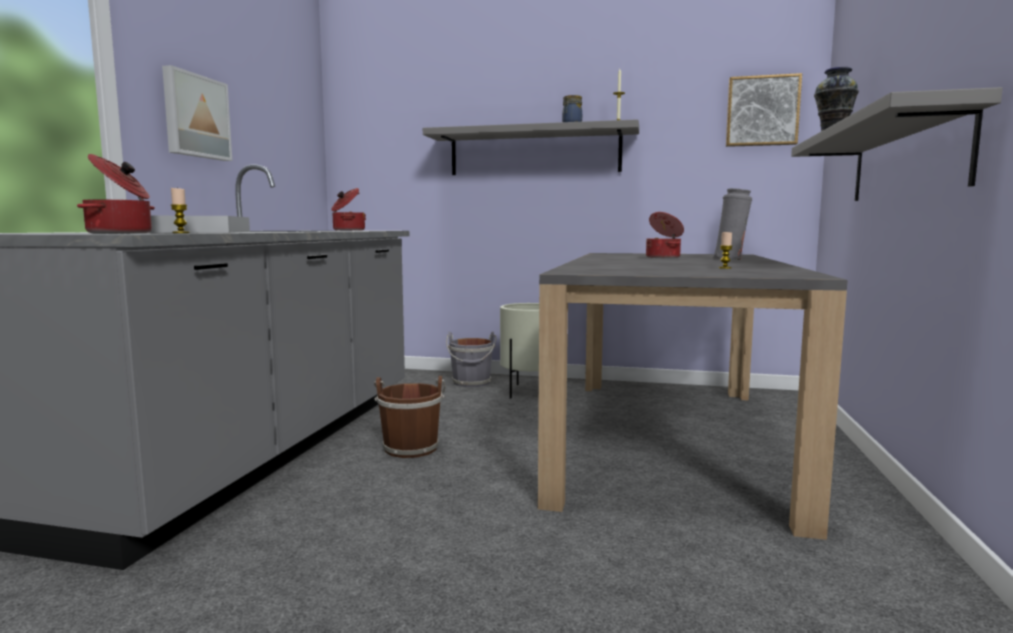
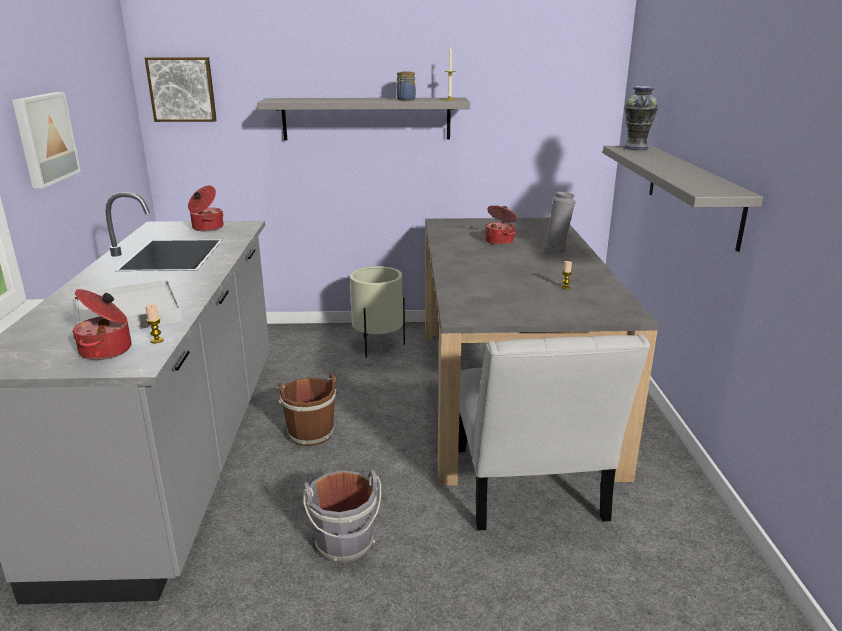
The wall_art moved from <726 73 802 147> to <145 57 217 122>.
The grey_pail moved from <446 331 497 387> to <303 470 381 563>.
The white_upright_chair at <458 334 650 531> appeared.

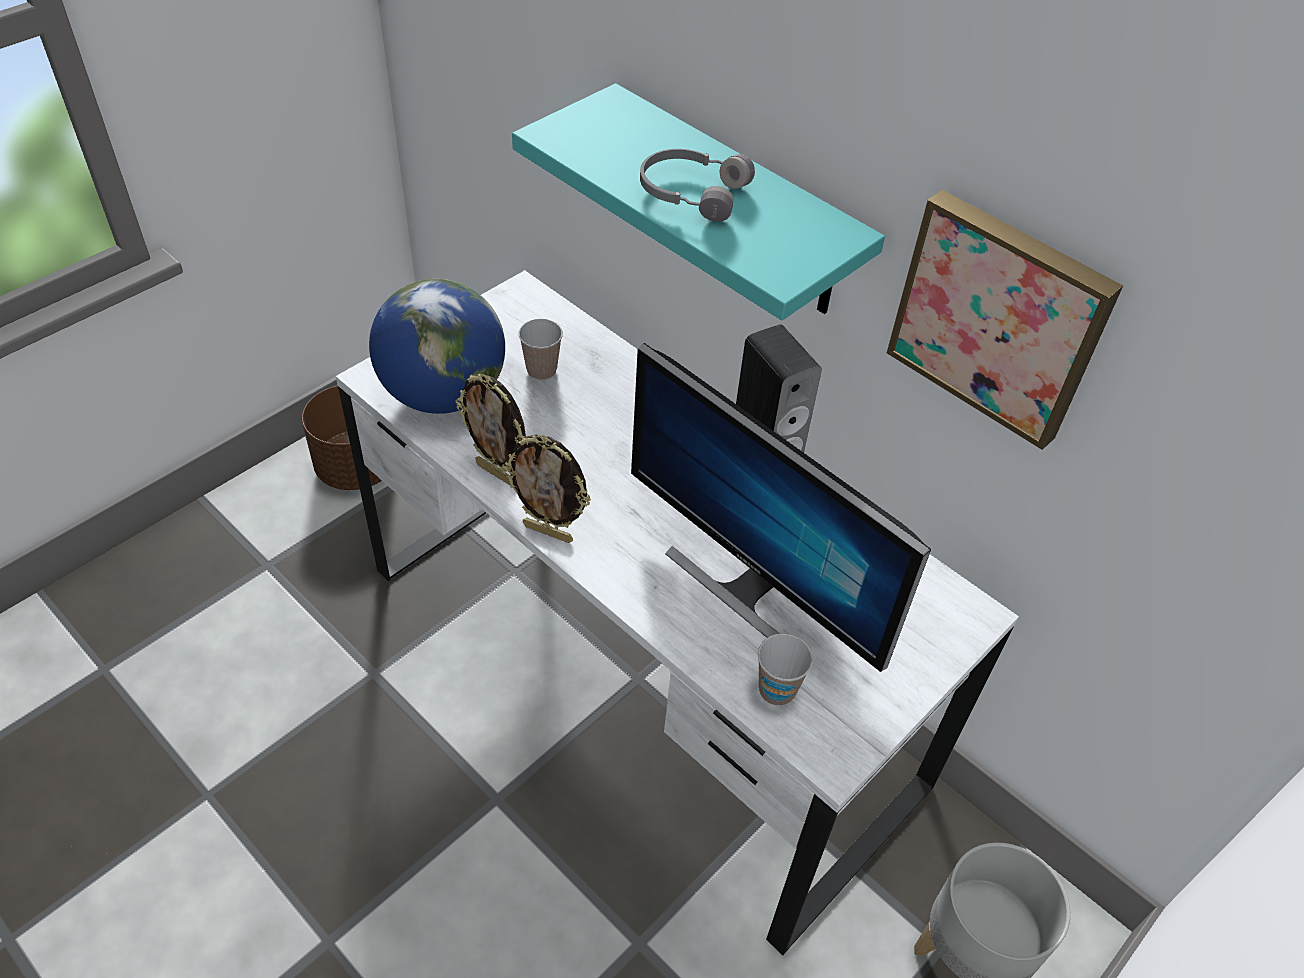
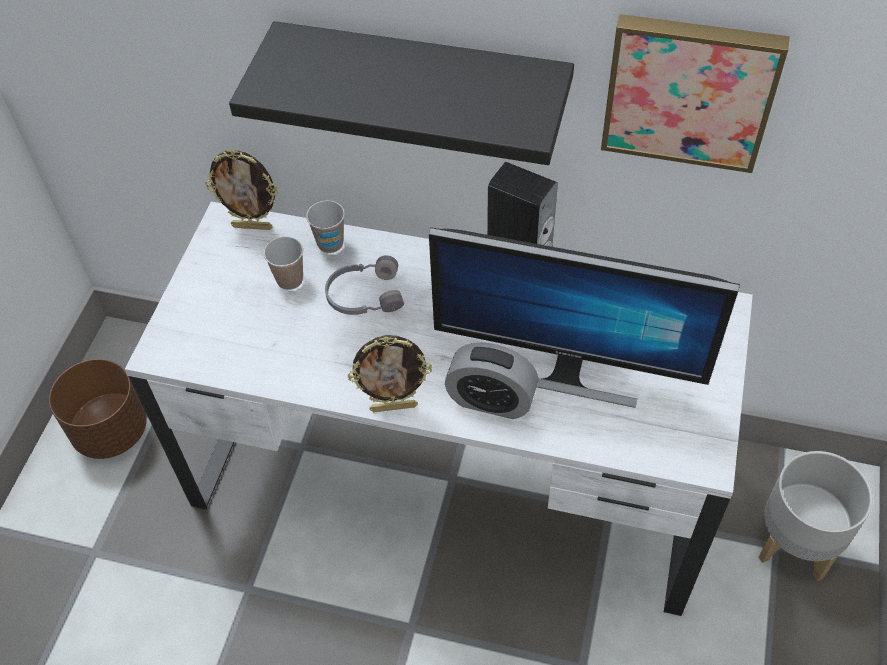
The picture_frame moved from <456 374 526 486> to <205 149 278 230>.
The blue-green_bracket_shelf at <512 83 885 320> became the black-coloured_bracket_shelf at <229 21 574 165>.
The cup moved from <758 633 813 706> to <306 200 345 253>.
The grey_headphones moved from <640 149 755 222> to <325 255 404 315>.
The table_clock at <445 343 539 419> appeared.
The globe at <369 279 505 414> disappeared.

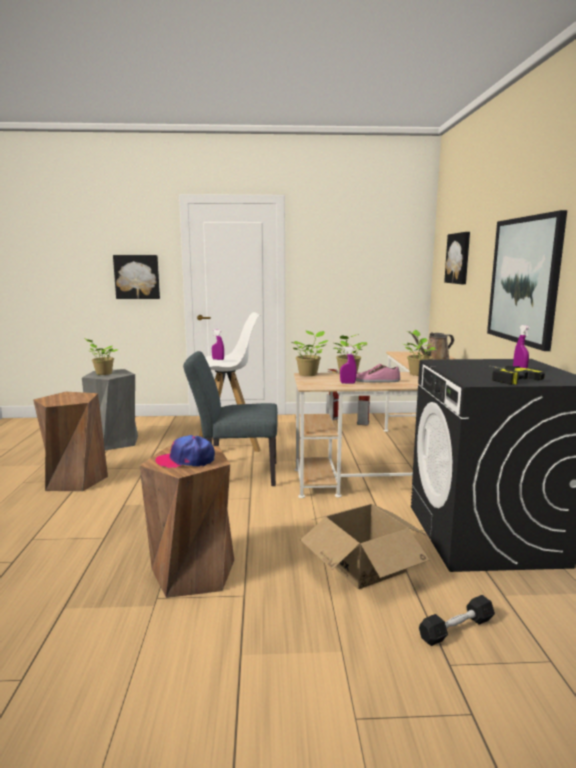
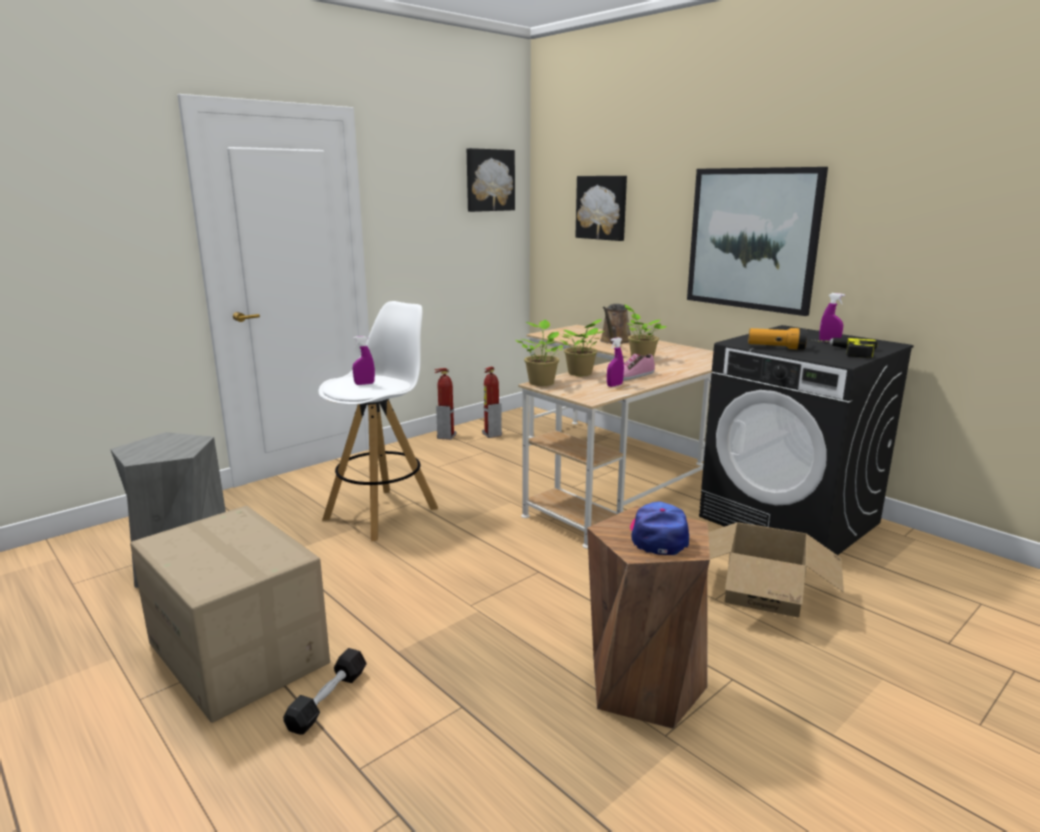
The brown-coloured_stool at <33 392 108 492> was replaced by the cardboard_box at <130 506 330 723>.
The black-coloured_dumbbell moved from <419 595 495 646> to <283 648 367 735>.
The wall_art moved from <113 255 160 299> to <467 148 515 212>.
The cap at <155 435 215 468> turned 135 degrees clockwise.
The hand_torch at <748 328 807 350> appeared.
The houseplant at <84 338 119 375> disappeared.
The grey_upright_chair at <183 351 278 486> disappeared.

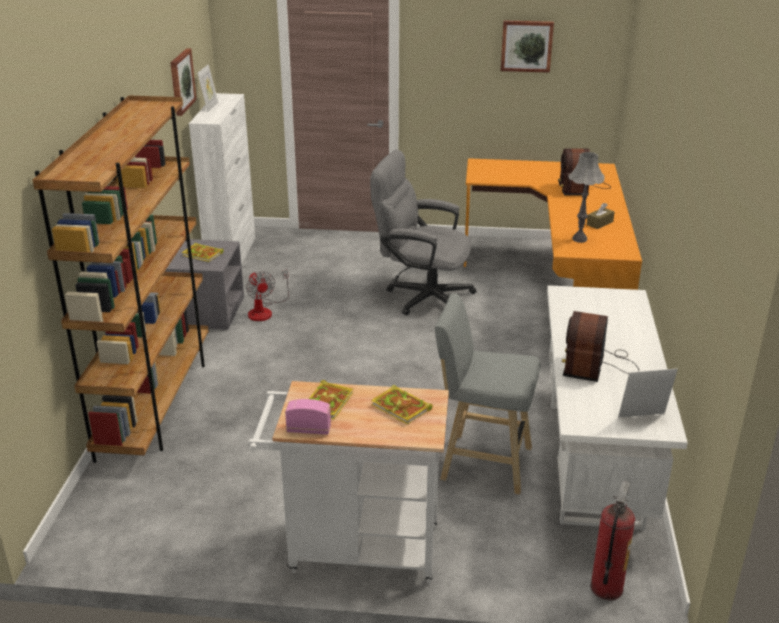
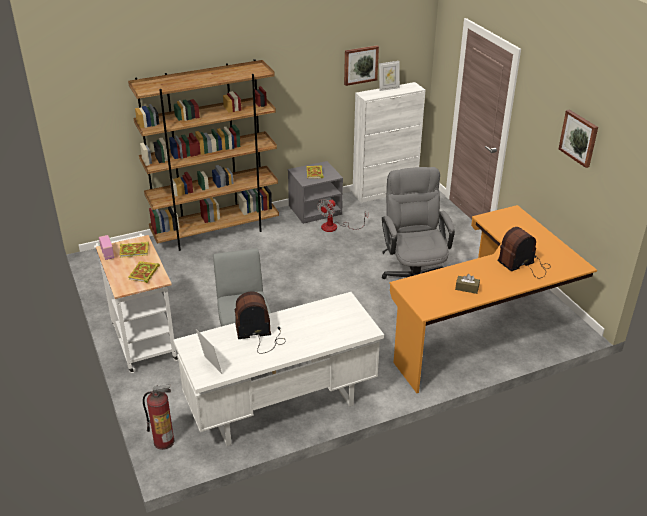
The grey_lamp_for_a_table at <568 152 604 243> disappeared.

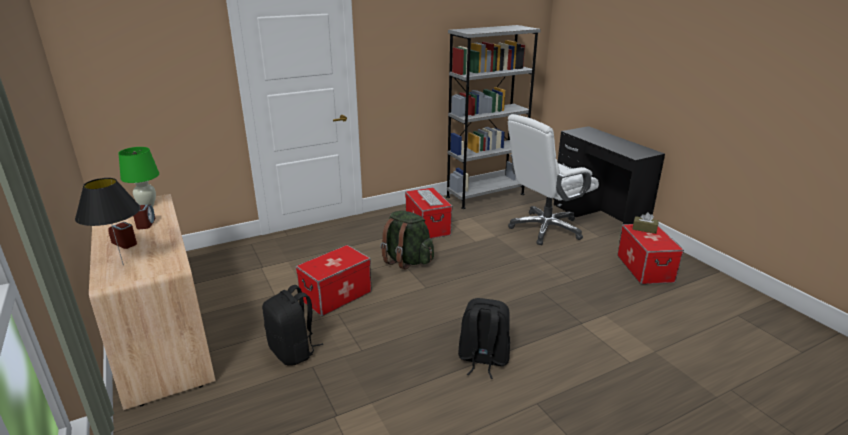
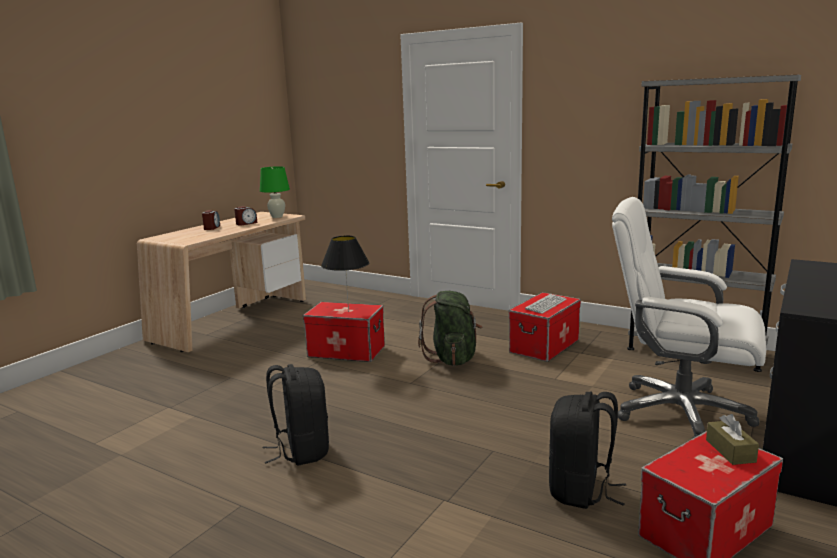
The black-coloured_lamp_for_a_table moved from <75 178 140 265> to <321 236 369 312>.
The black-coloured_rucksack moved from <262 285 323 366> to <549 392 627 509>.

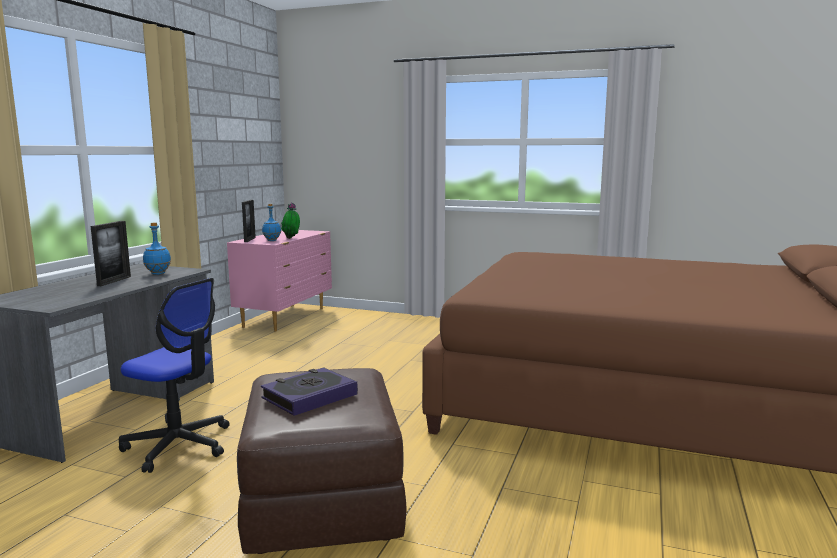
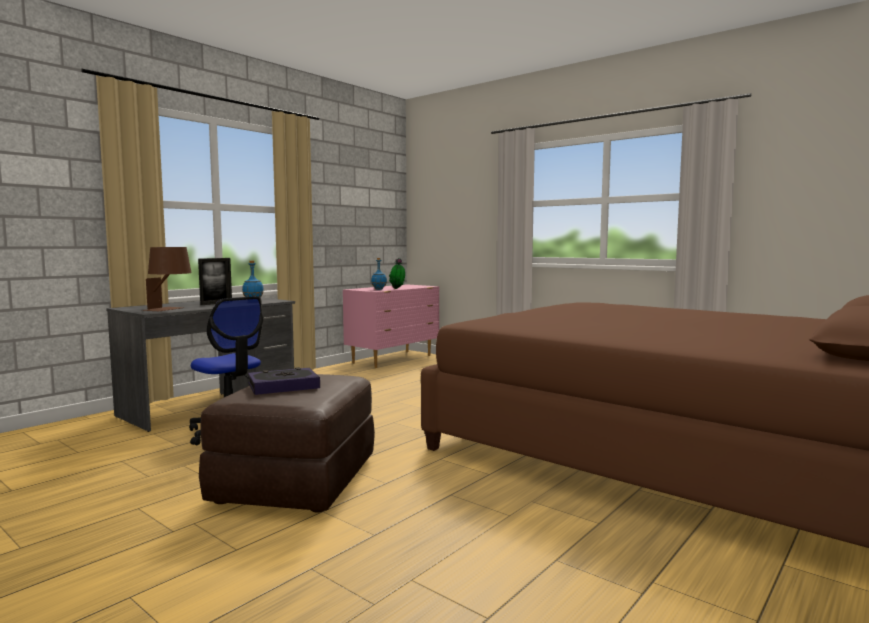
The brown-coloured_lamp_for_a_table at <142 247 192 311> appeared.
The picture_frame at <242 200 256 242> disappeared.

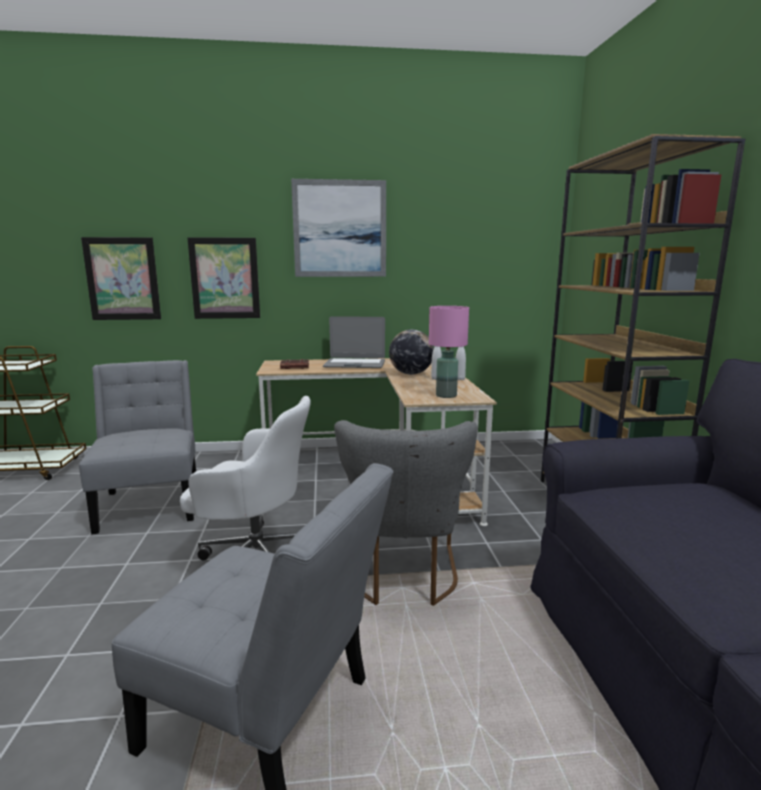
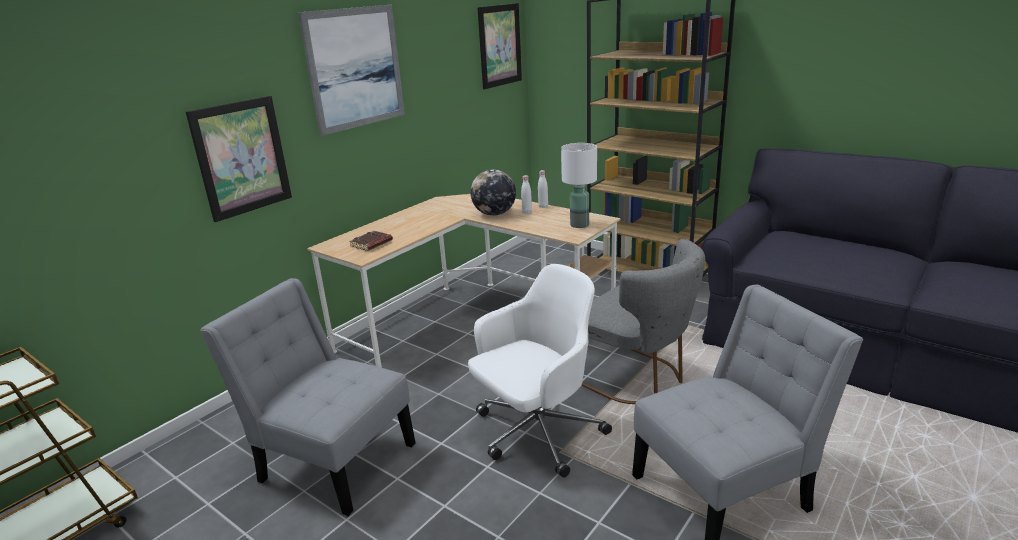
The wall_art moved from <81 237 161 320> to <478 3 522 89>.
The pink-coloured_lamp_for_a_table at <429 306 469 398> became the white_lamp_for_a_table at <561 143 597 228>.
The laptop at <323 316 385 368> disappeared.

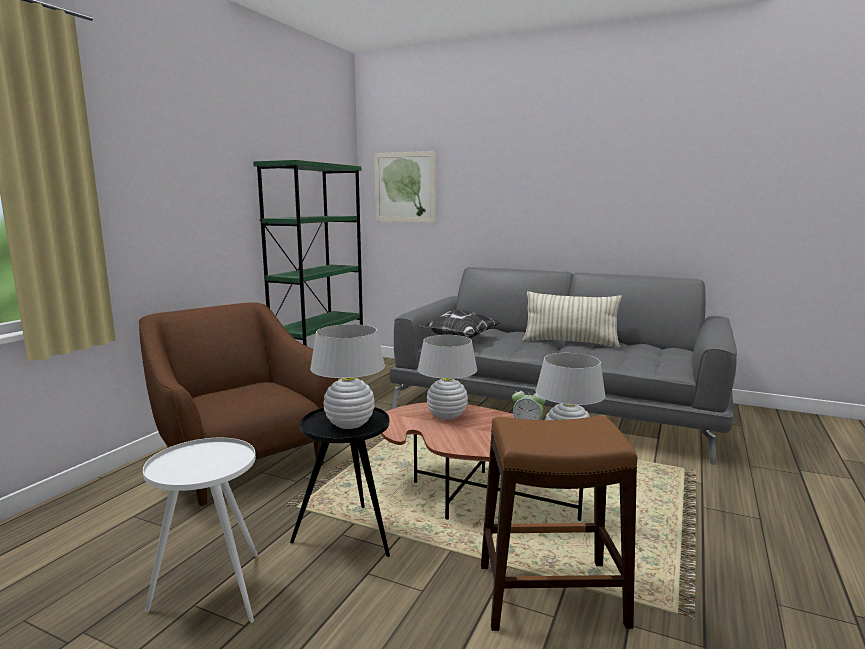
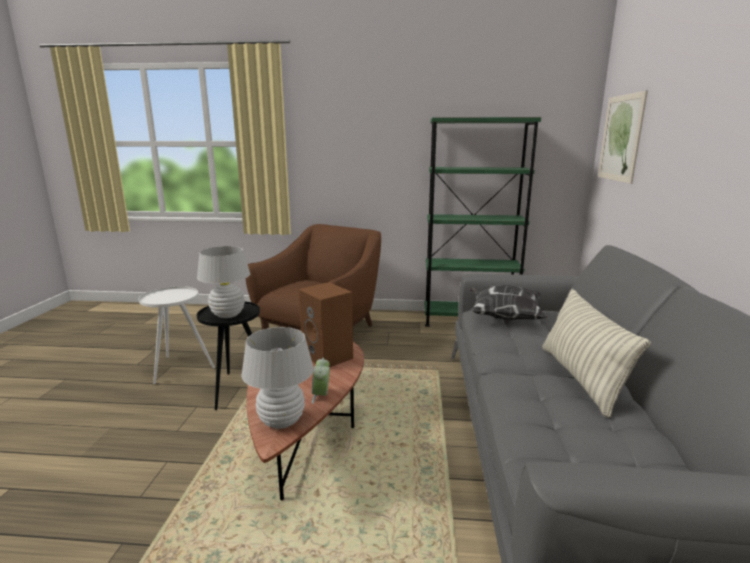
The white_lamp_for_a_table at <418 335 477 420> was replaced by the brown-coloured_audio_speaker at <299 282 353 367>.
The brown-coloured_stool at <481 416 638 631> disappeared.

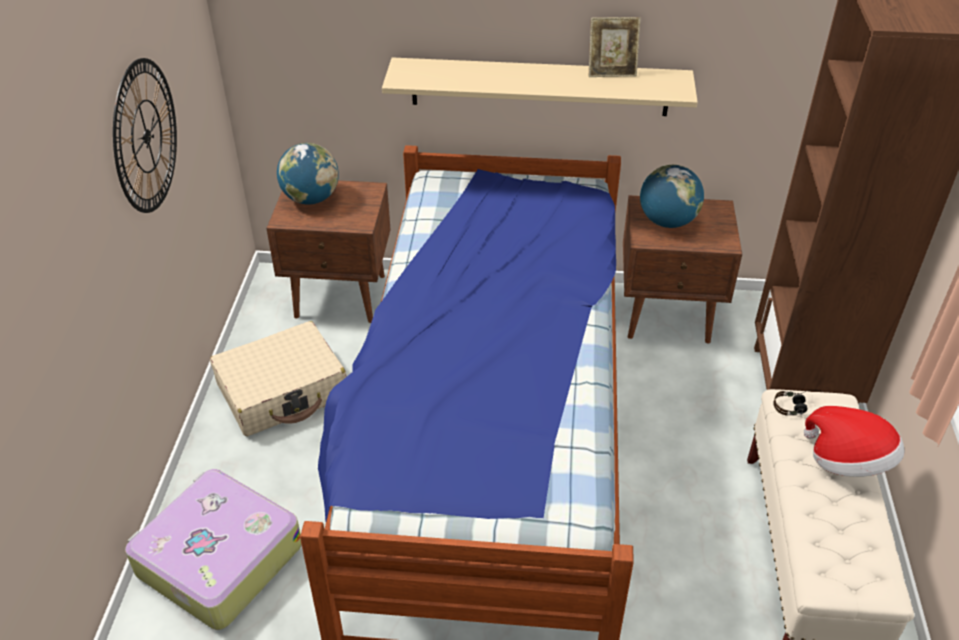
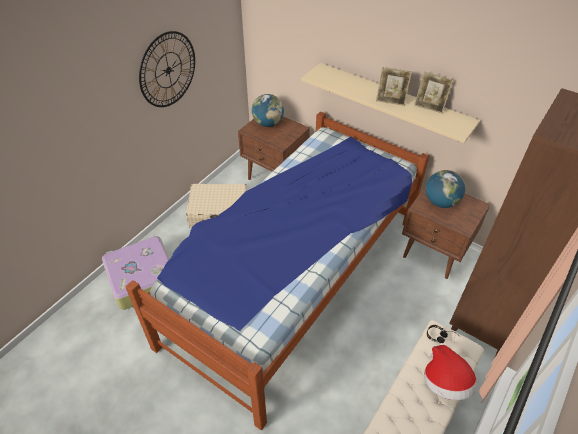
The picture_frame at <376 67 412 106> appeared.

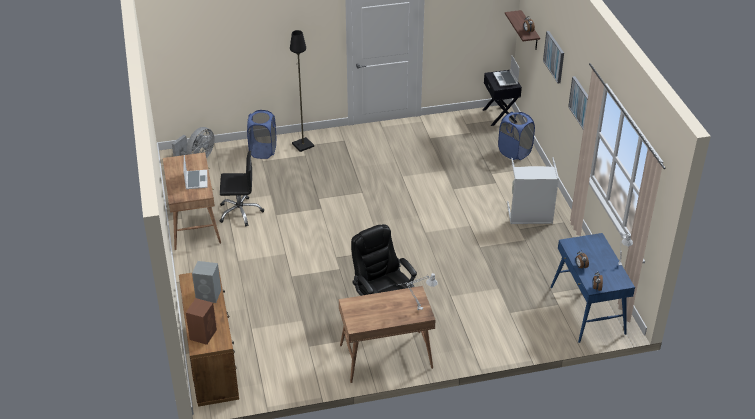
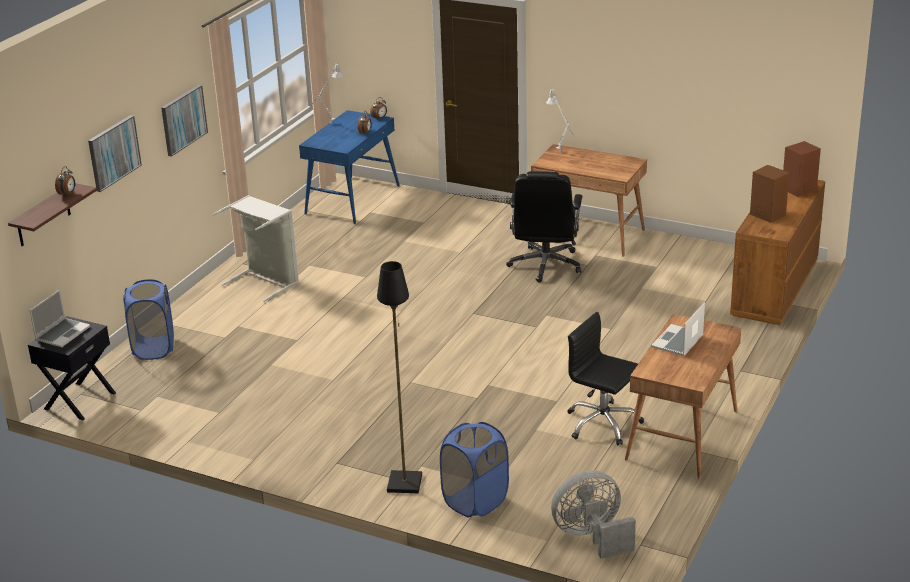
The grey_audio_speaker at <192 261 221 303> became the brown-coloured_audio_speaker at <750 165 789 223>.

